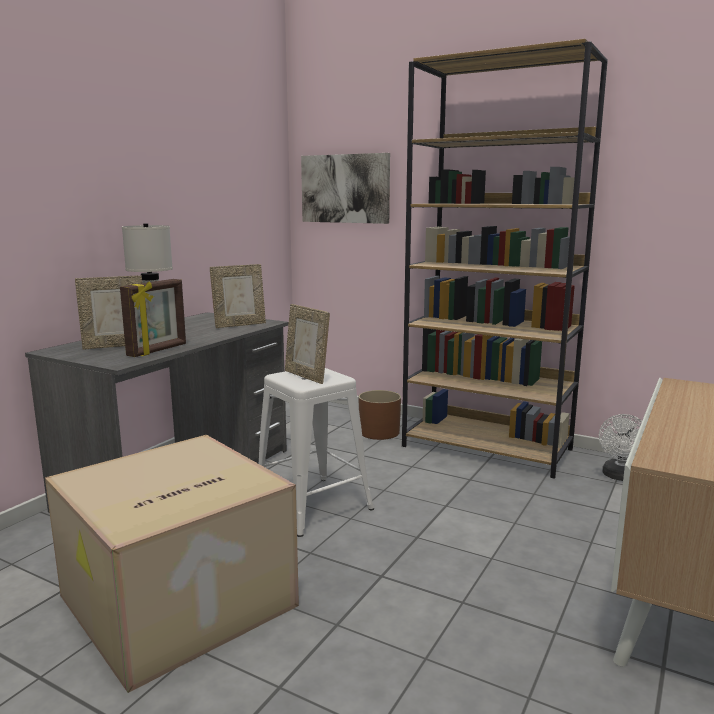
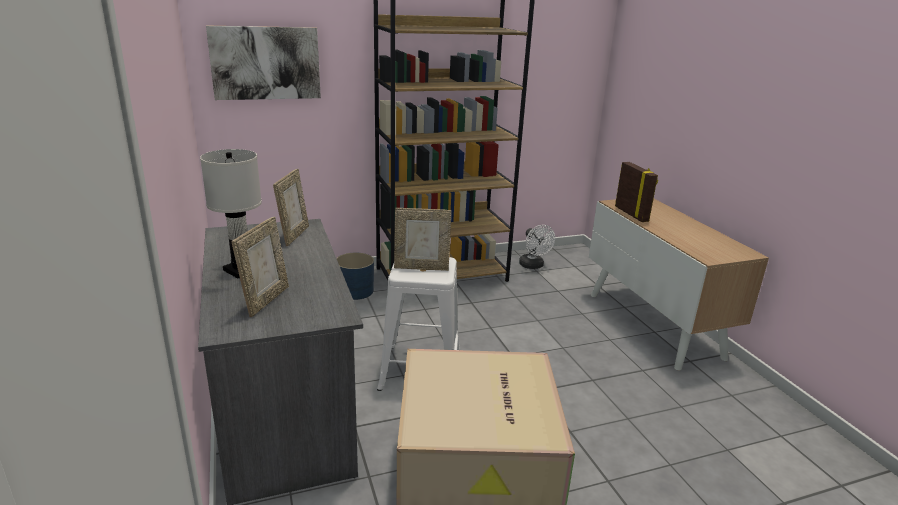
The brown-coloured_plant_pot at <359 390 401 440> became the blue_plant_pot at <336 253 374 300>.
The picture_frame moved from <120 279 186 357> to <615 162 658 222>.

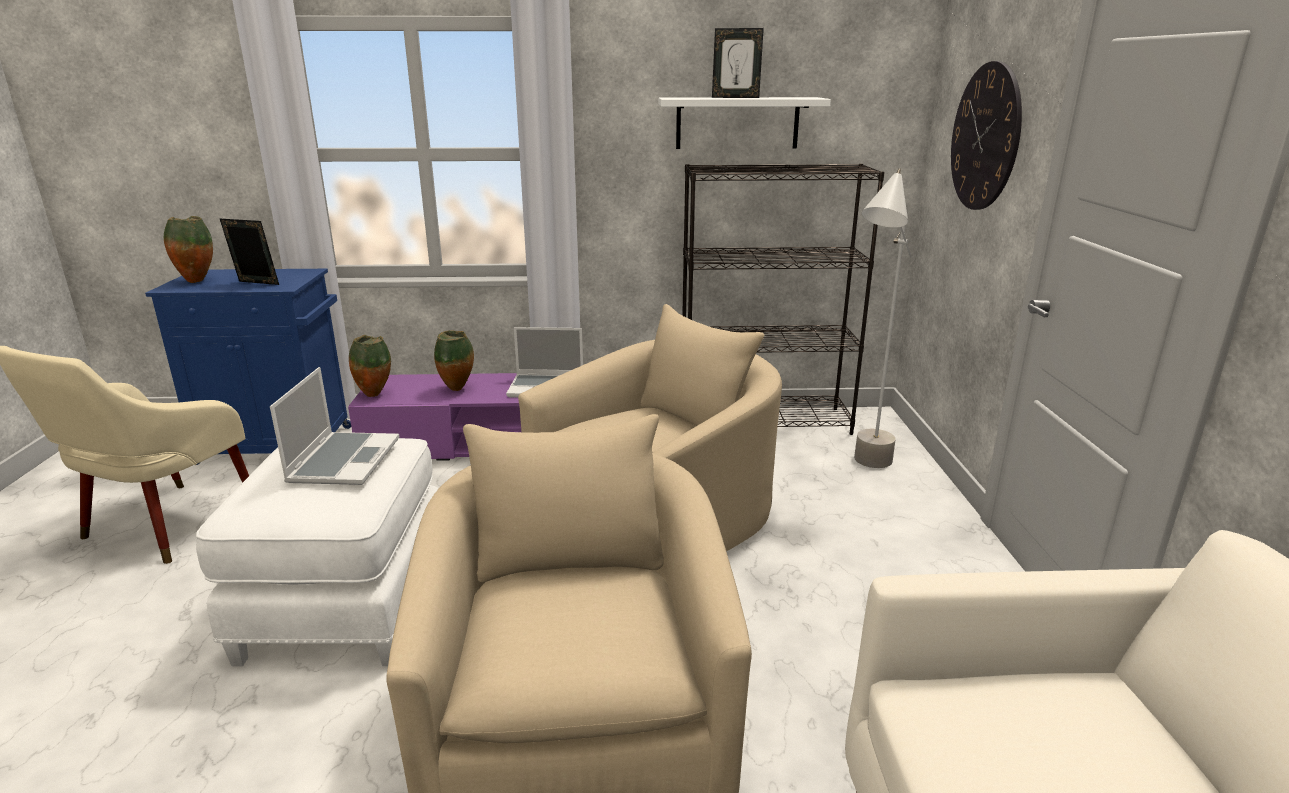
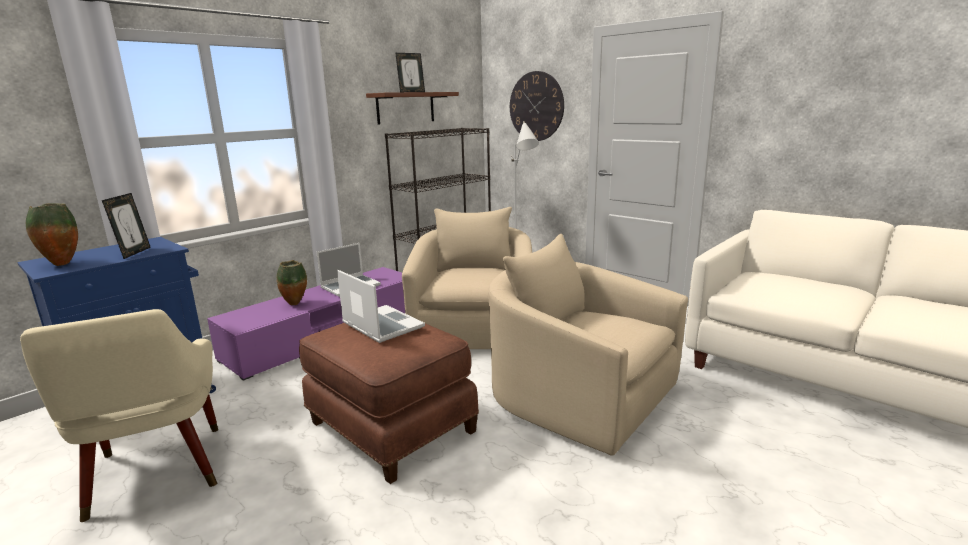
The picture_frame at <219 218 279 285> turned 120 degrees clockwise.
The white_footrest at <196 438 438 666> became the brown-coloured_footrest at <299 323 479 484>.
The white_bracket_shelf at <659 97 831 149> became the brown-coloured_bracket_shelf at <366 92 459 125>.
The vase at <349 335 391 397> disappeared.

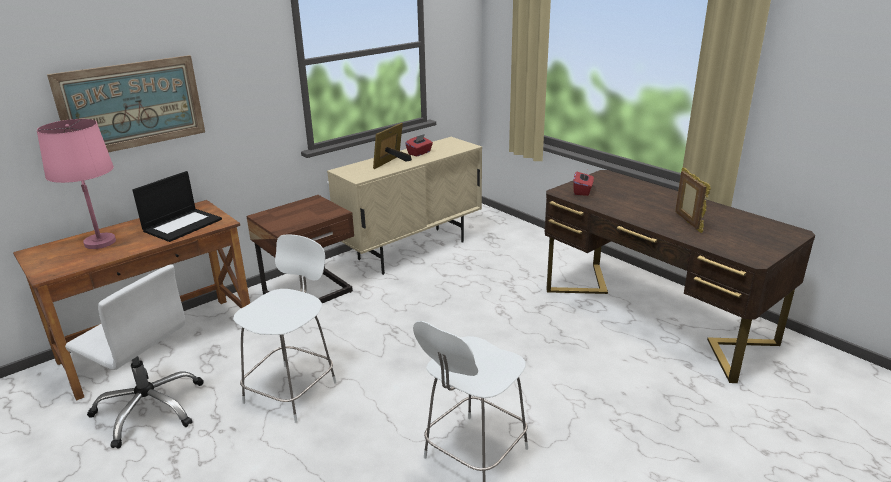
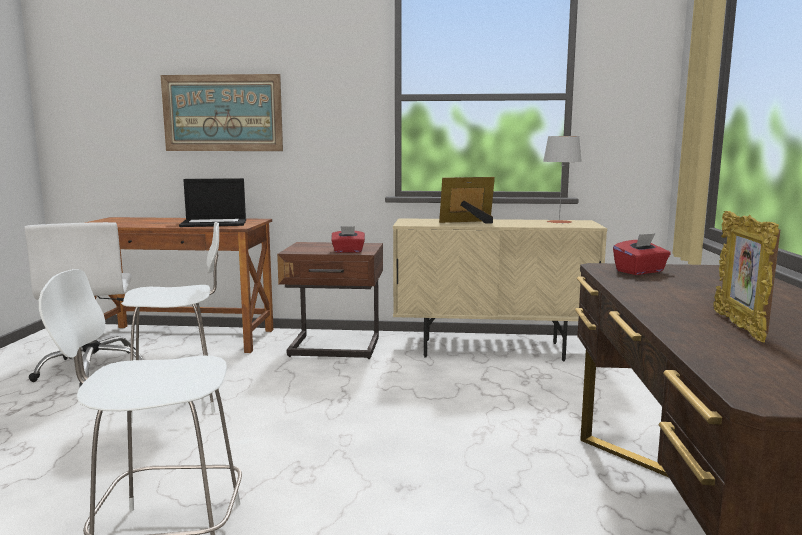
The red_tissue_box moved from <405 134 433 156> to <331 226 365 253>.
The grey_lamp_for_a_table at <543 136 582 224> appeared.
The picture_frame at <675 167 711 233> turned 150 degrees clockwise.
The pink-coloured_lamp_for_a_table at <37 119 116 249> disappeared.

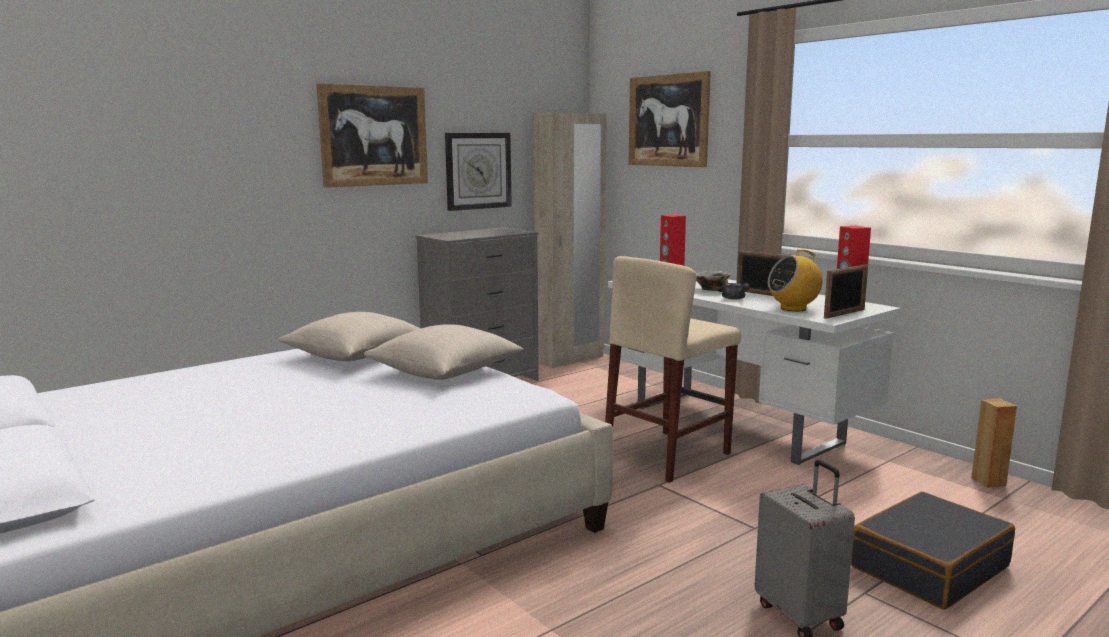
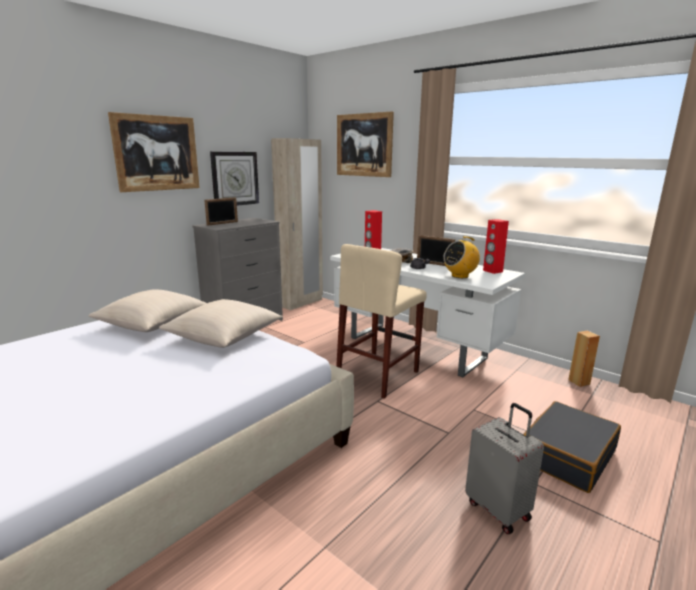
The picture_frame moved from <824 264 868 319> to <204 197 238 226>.

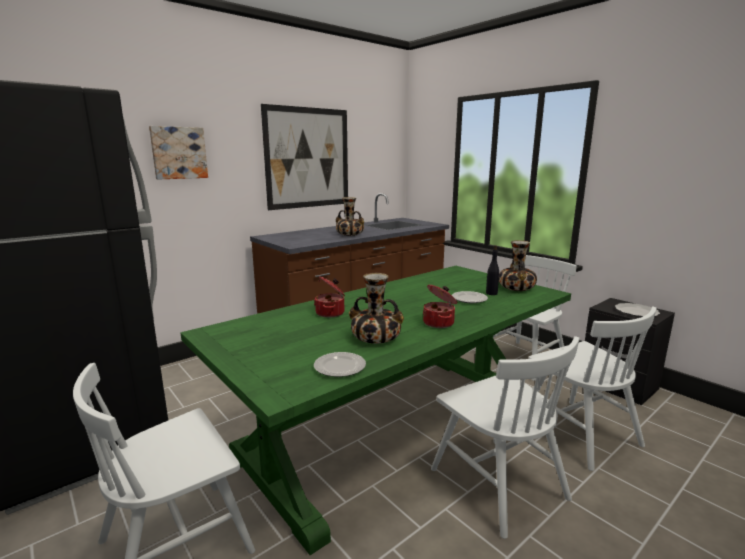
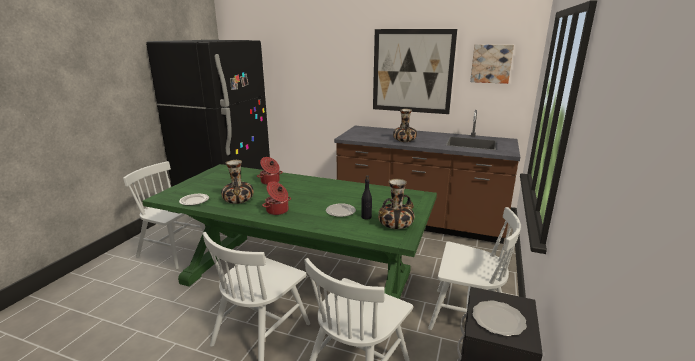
The wall_art moved from <149 126 208 180> to <470 44 514 84>.

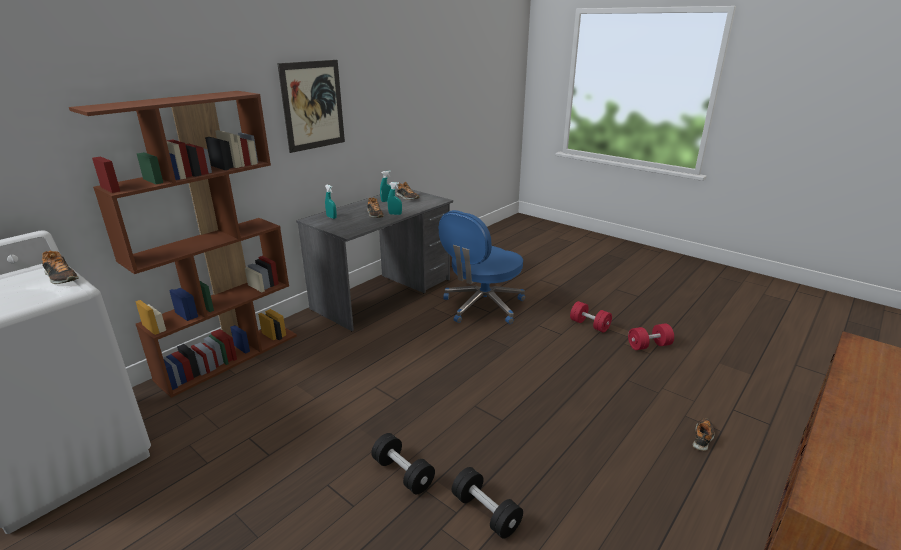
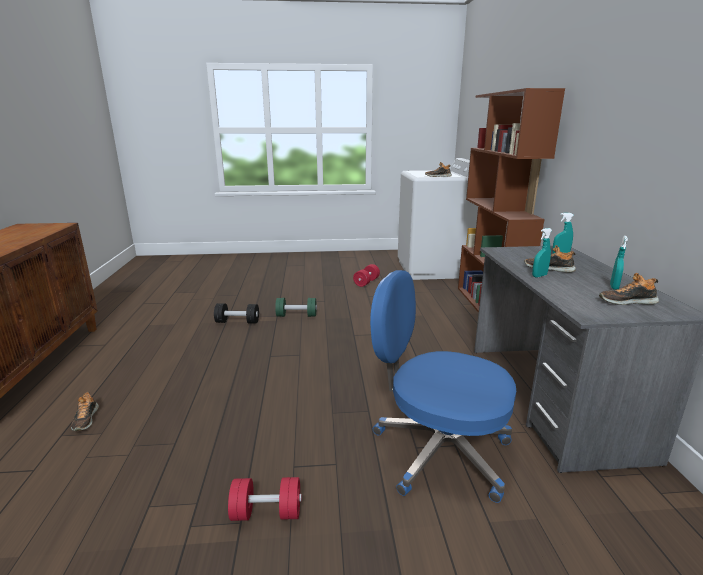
The black-coloured_dumbbell at <371 433 435 494> became the green_dumbbell at <275 298 317 317>.
The red_dumbbell moved from <628 323 674 350> to <353 264 380 287>.
The blue_computer_chair at <439 210 525 324> turned 60 degrees counterclockwise.
The wall_art at <277 60 345 153> disappeared.

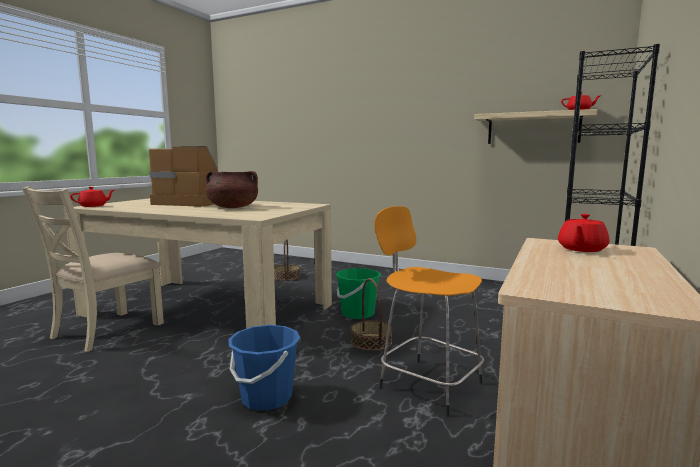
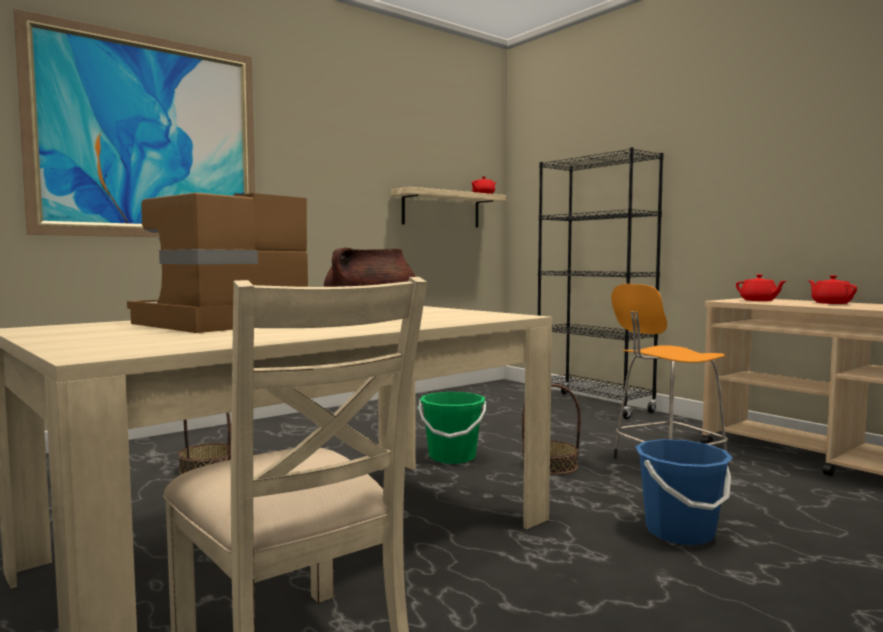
The wall_art at <14 9 255 237> appeared.
The red_teapot moved from <70 187 114 207> to <808 275 857 304>.

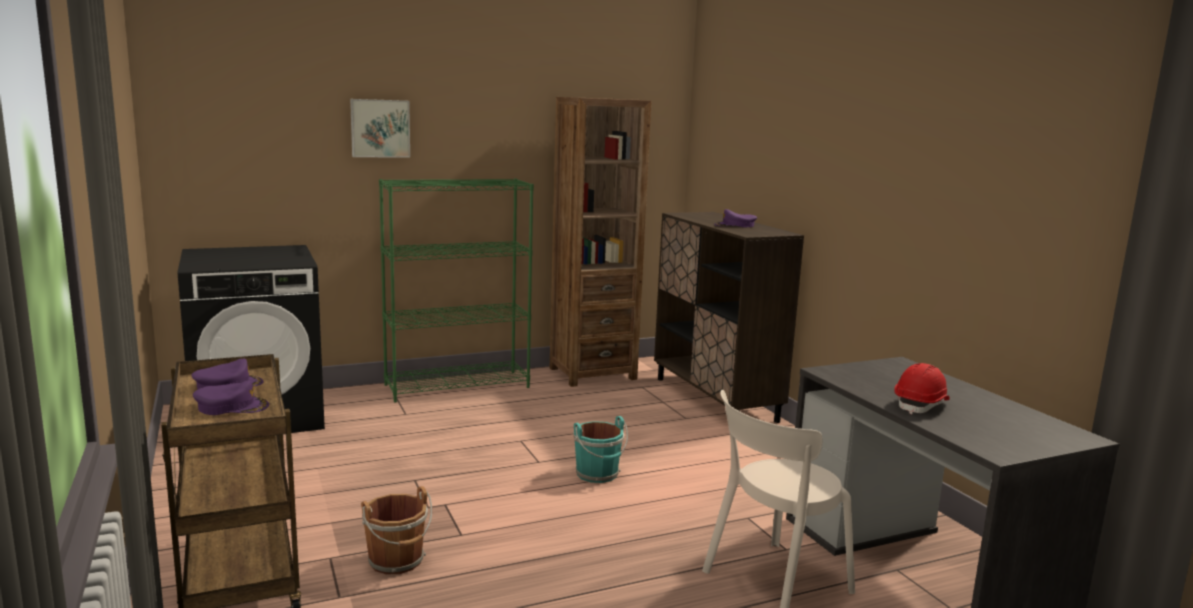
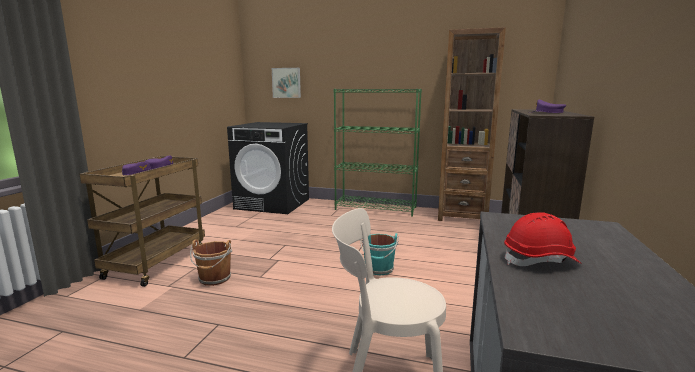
The wall_art moved from <350 99 410 158> to <272 68 301 98>.

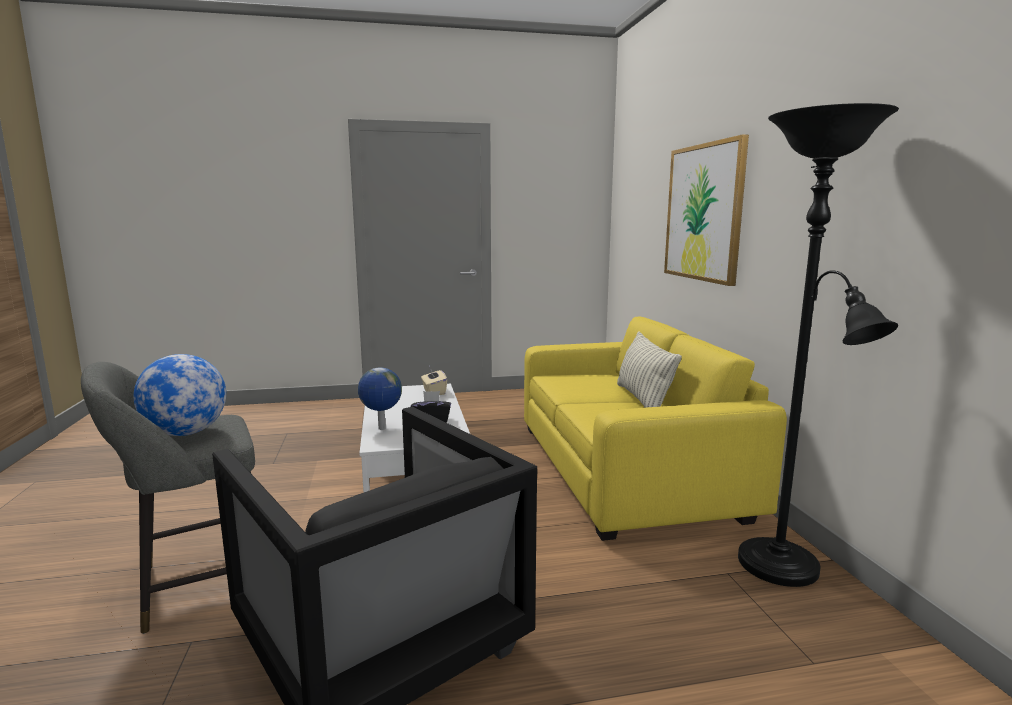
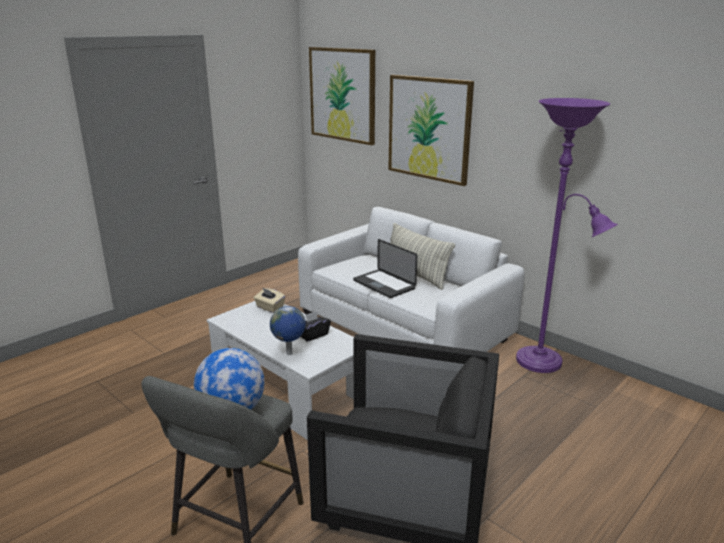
The yellow_settee at <524 317 787 541> became the white_settee at <298 207 525 352>.
The wall_art at <309 47 375 145> appeared.
The laptop at <353 239 417 298> appeared.
The black-coloured_floor_lamp at <738 103 899 587> became the purplish_floor_lamp at <516 98 618 373>.

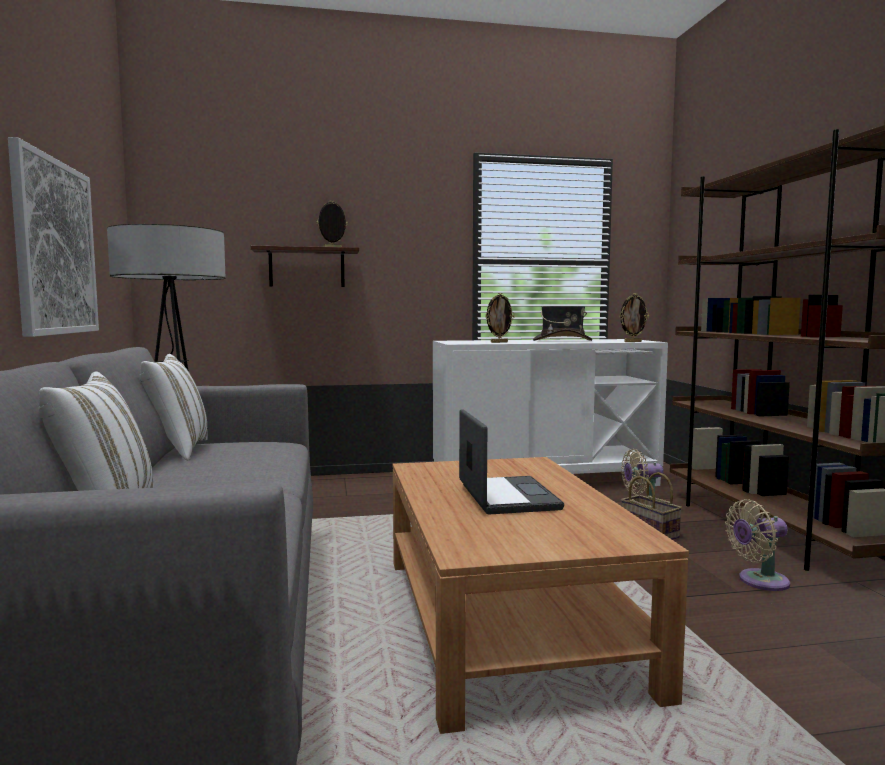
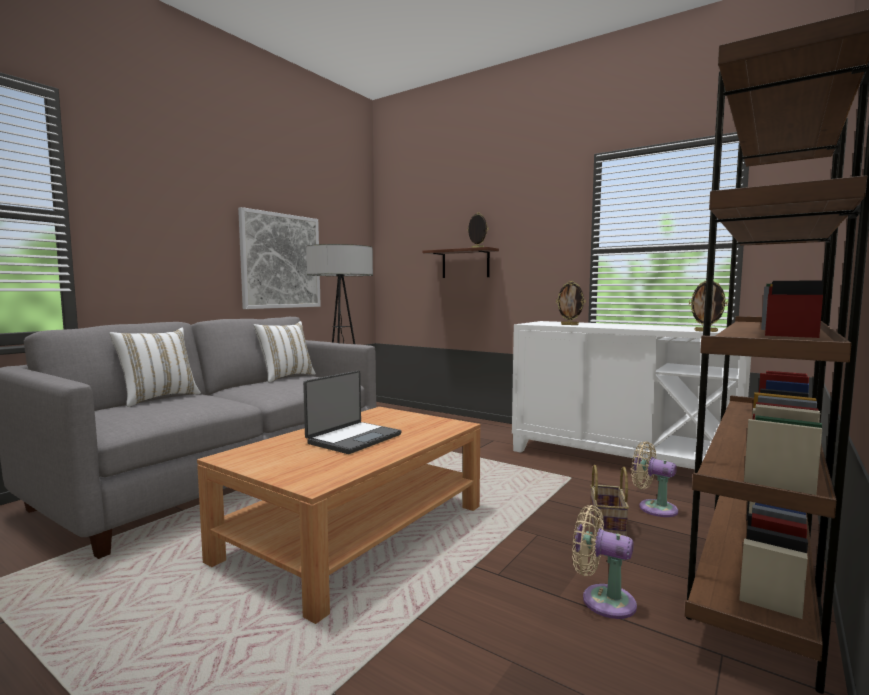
The grey_clothing_hat at <533 306 592 341> disappeared.

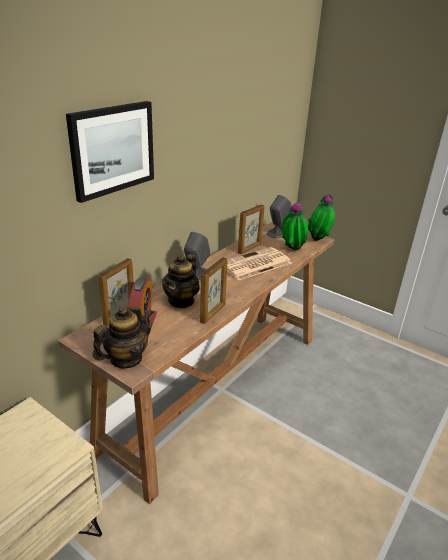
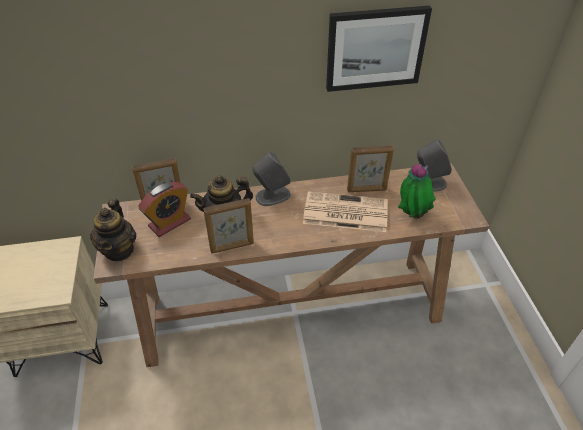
The teapot at <92 306 154 368> turned 90 degrees clockwise.
The wall_art moved from <66 101 154 203> to <326 5 432 92>.
The houseplant at <308 194 335 241> disappeared.

